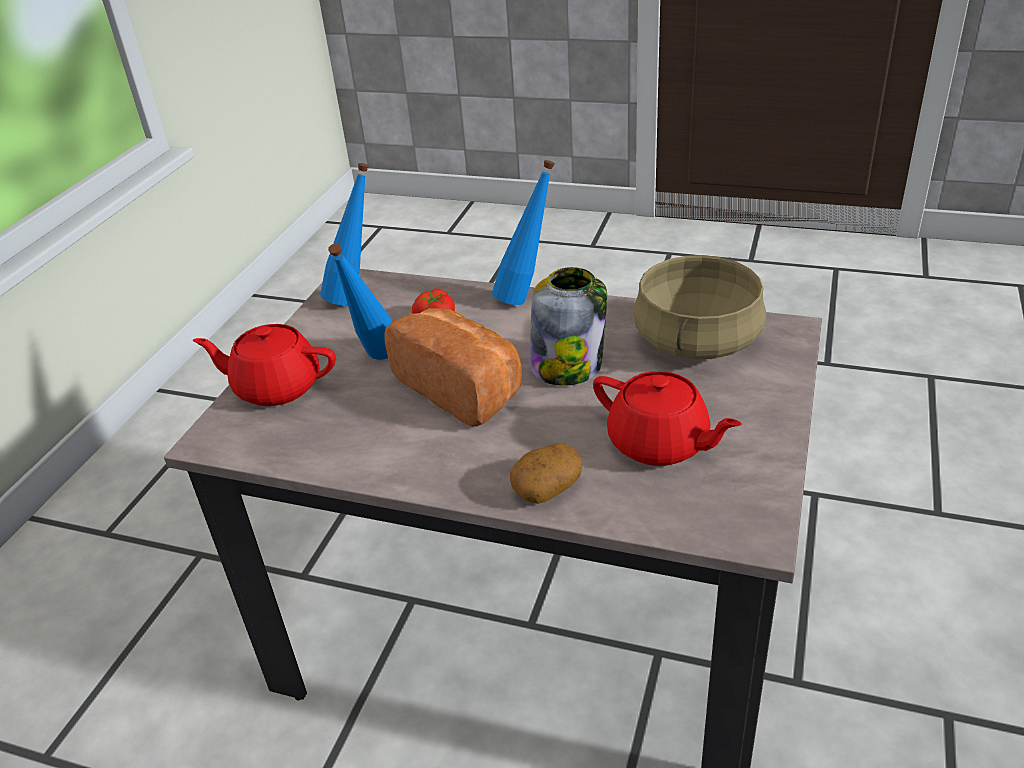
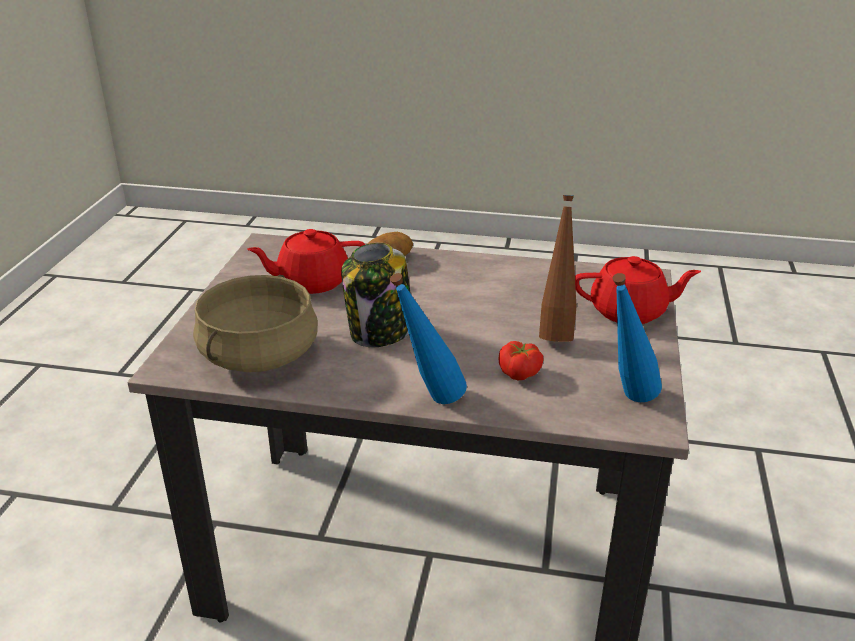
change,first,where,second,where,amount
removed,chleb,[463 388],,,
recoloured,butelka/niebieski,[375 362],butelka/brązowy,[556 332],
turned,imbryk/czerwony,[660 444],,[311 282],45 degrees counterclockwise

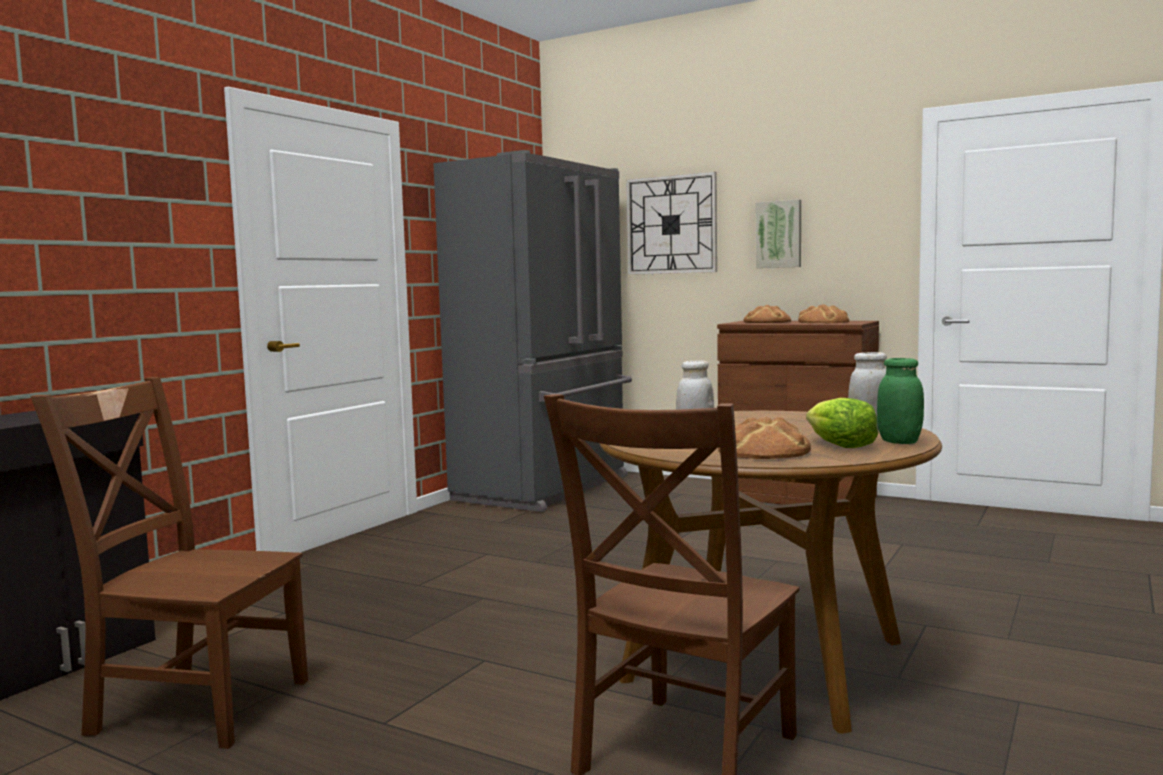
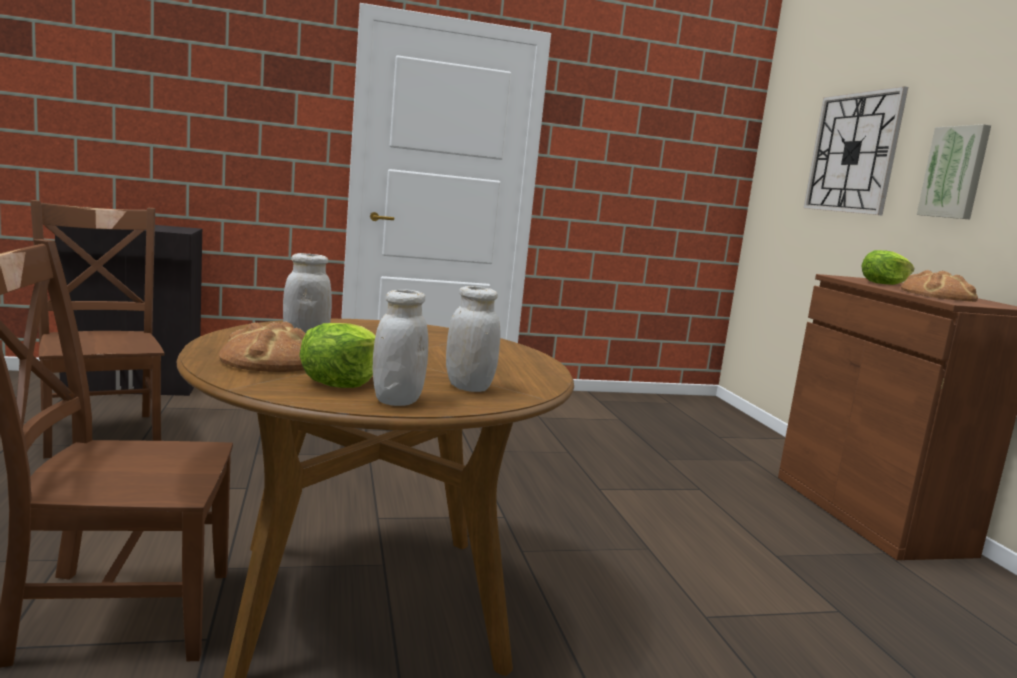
change,first,where,second,where,amount
removed,lodówka/szary,[546 488],,,
replaced,chleb,[767 322],sałata,[884 283],
recoloured,słoik/zielony,[899 442],słoik/biały,[397 400],

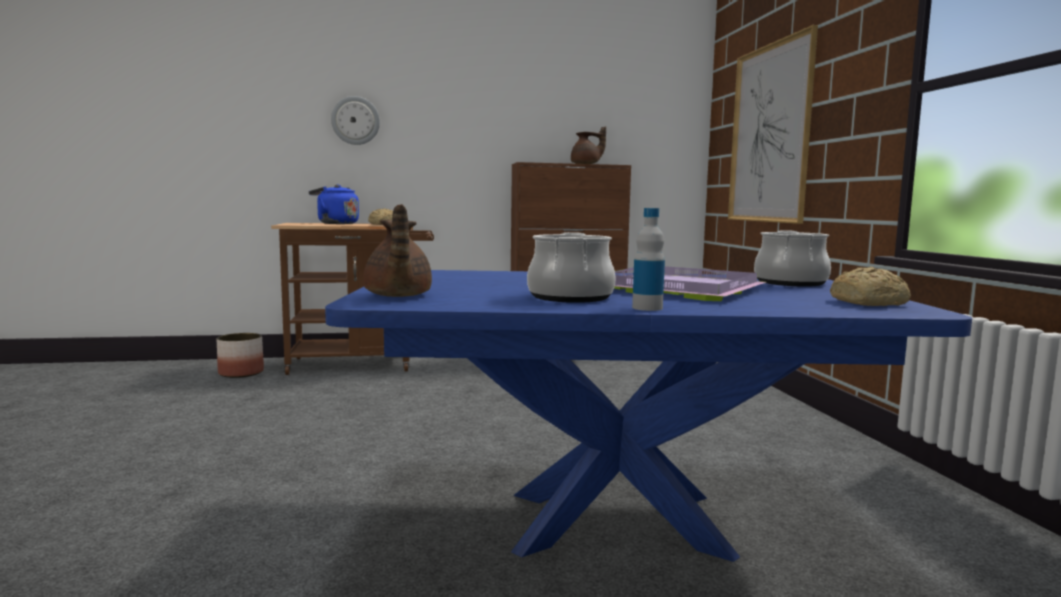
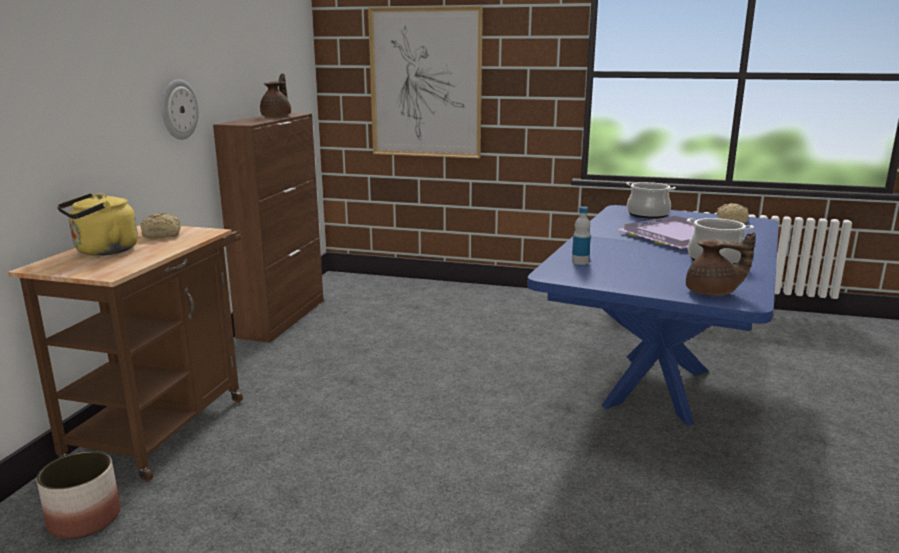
change,first,where,second,where,amount
moved,zegar ścienny,[355 120],,[178 109],
moved,butelka,[647 308],,[580 262],
recoloured,czajnik/niebieski,[335 223],czajnik/żółty,[103 251],

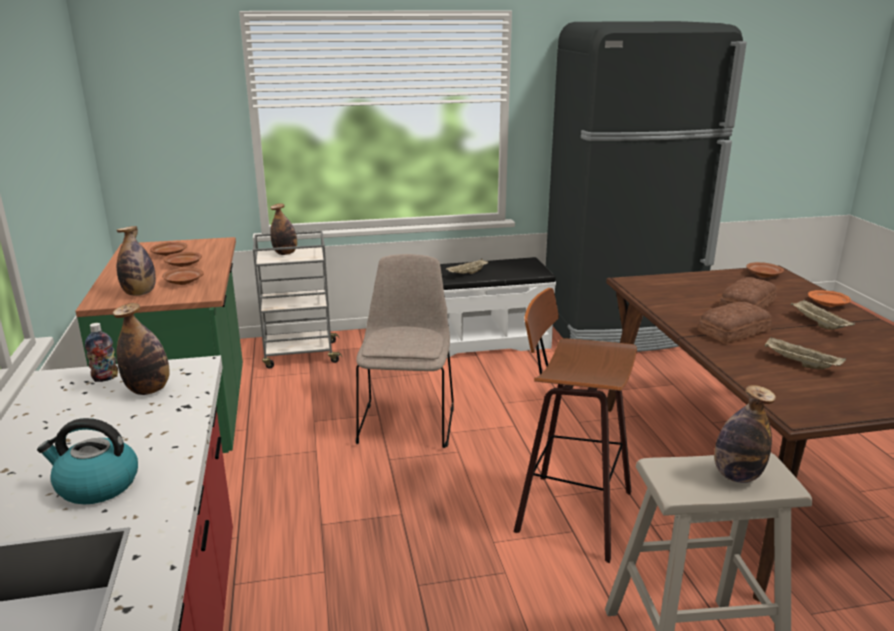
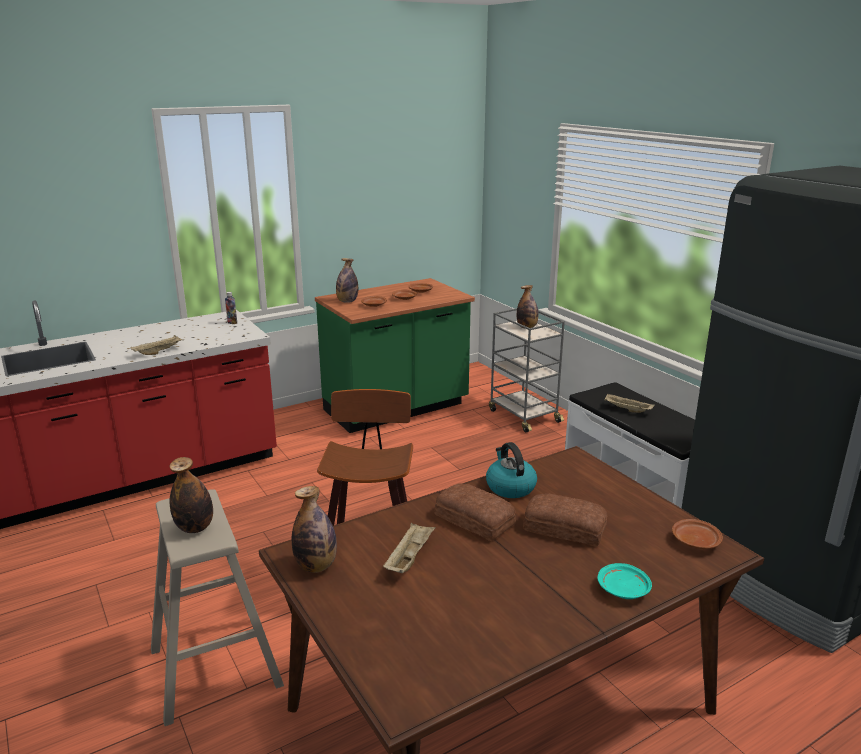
change,first,where,second,where,amount
removed,krzesło/beżowy,[407 422],,,
moved,czajnik,[96 485],,[510 487],
moved,butelka,[148 390],,[316 566],
moved,taca/beżowy,[817 324],,[159 352],
recoloured,talerz/pomarańczowy,[828 304],talerz/turkusowy,[623 589],

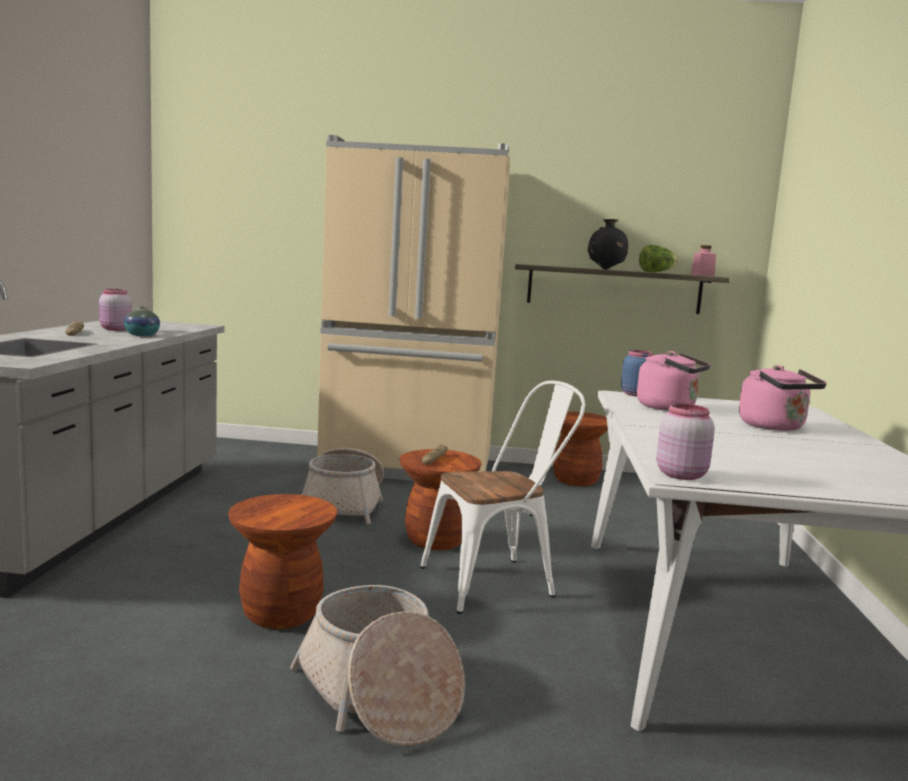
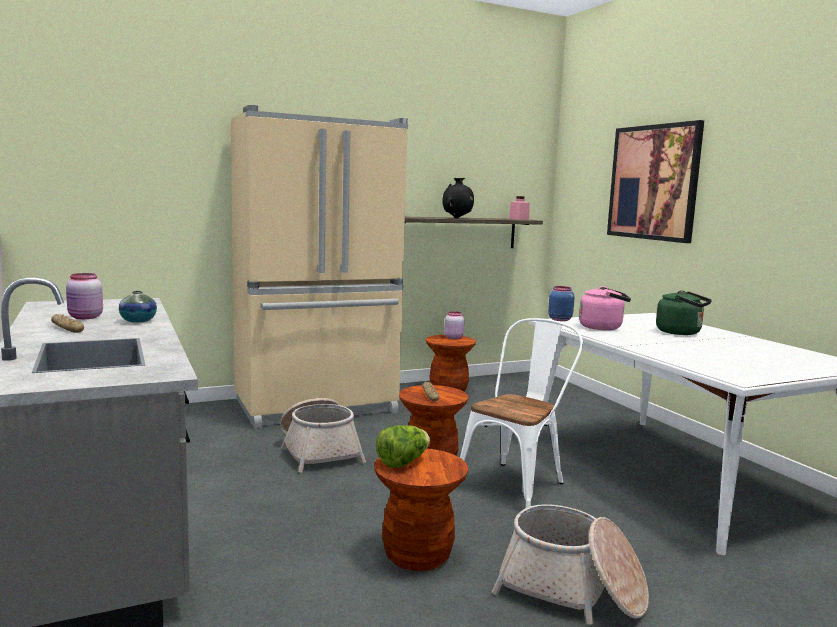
change,first,where,second,where,amount
added,,,obraz,[653 182],
moved,sałata,[656 272],,[403 462],
moved,słoik/różowy,[681 474],,[453 338],
recoloured,czajnik/różowy,[775 427],czajnik/zielony,[681 333],

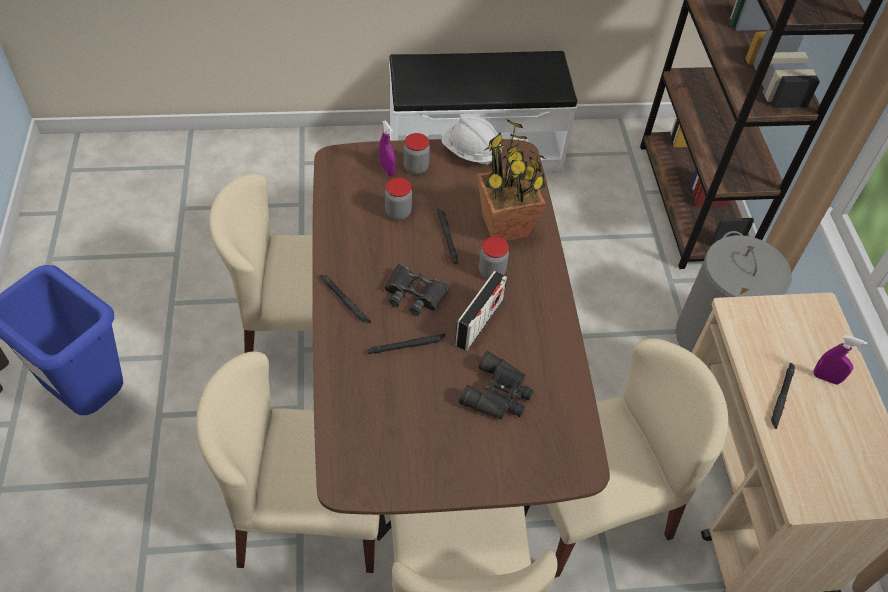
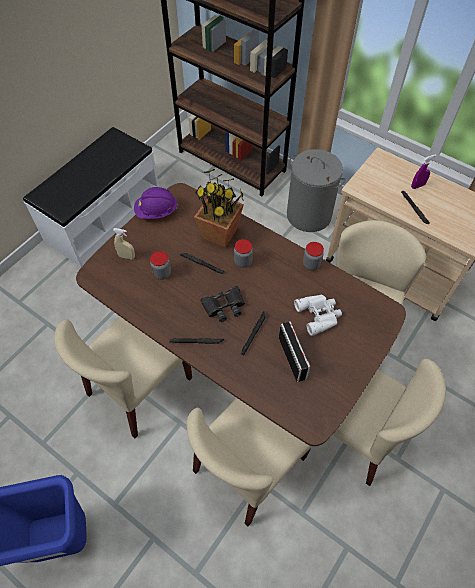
change,first,where,second,where,amount
moved,słoik,[416 167],,[311 264],
moved,radio,[479 323],,[292 358],
recoloured,spryskiwacz/fioletowy,[387 169],spryskiwacz/beżowy,[127 256],
recoloured,kask/biały,[471 153],kask/fioletowy,[156 212],
recoloured,lornetka/czarny,[499 394],lornetka/biały,[319 314],

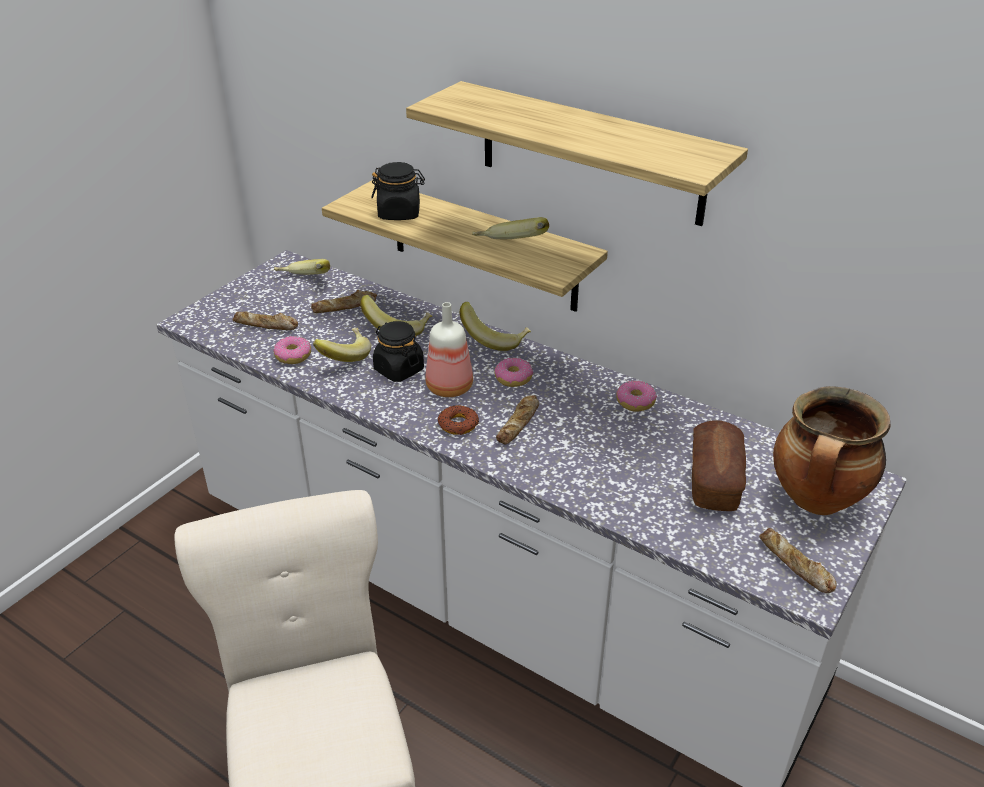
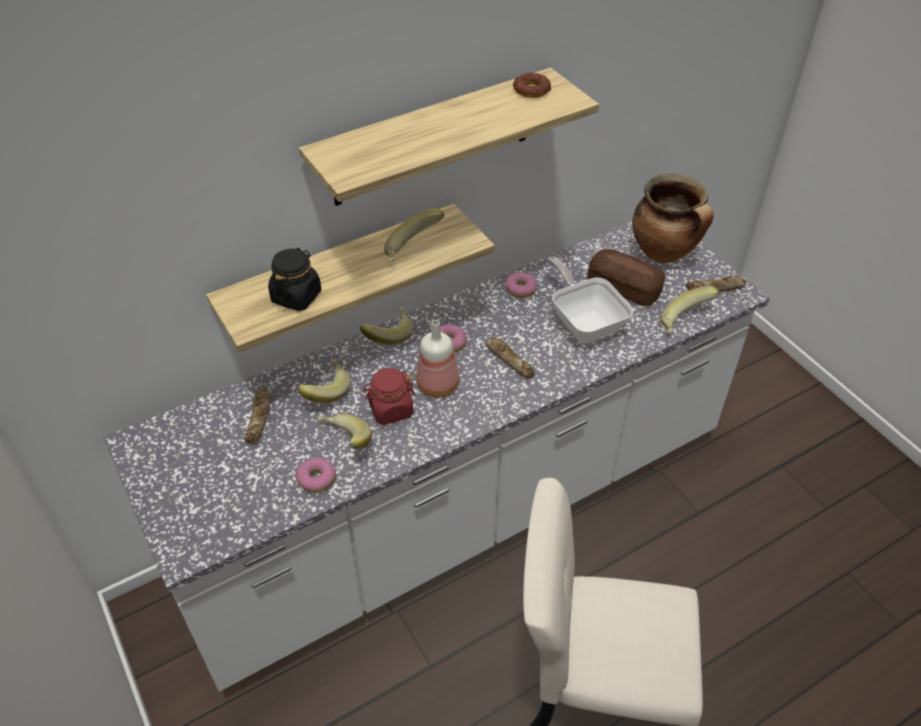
change,first,where,second,where,amount
removed,chleb,[266 325],,,
added,,,patelnia,[584 322],
moved,banan,[303 282],,[686 322],
moved,donut,[458 424],,[531 90],
recoloured,słoik/czarny,[398 369],słoik/czerwony,[390 410],

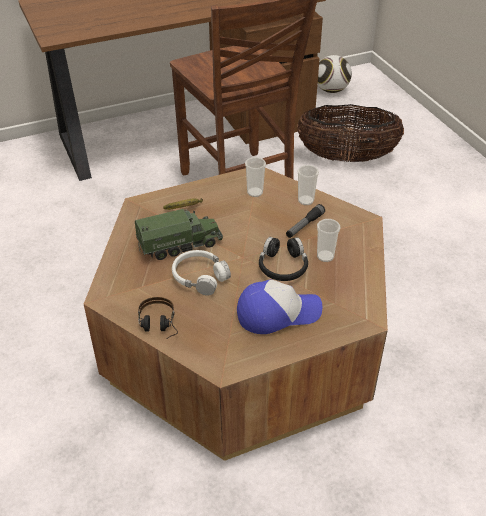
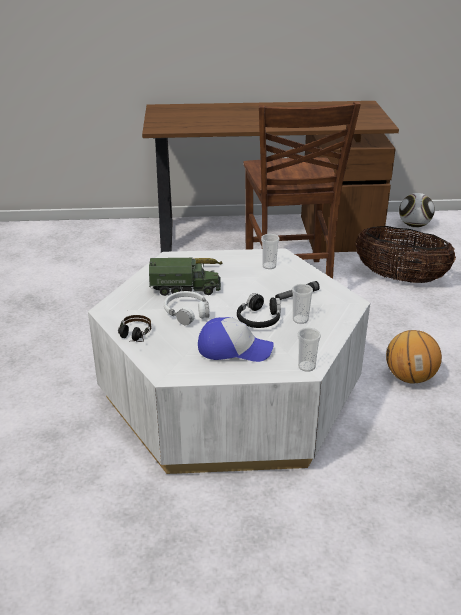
change,first,where,second,where,amount
added,,,piłka do koszykówki,[409 377],
moved,filiżanka,[305 200],,[306 366],
recoloured,ława/brązowy,[242 341],ława/biały,[230 393],

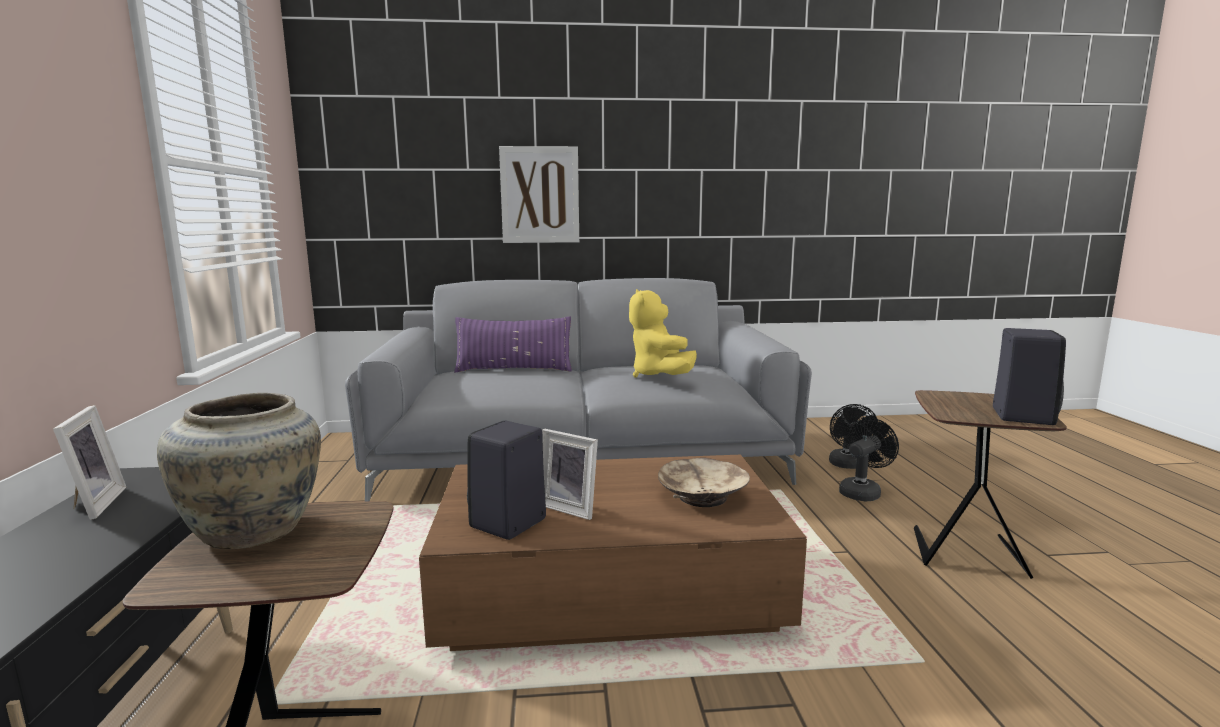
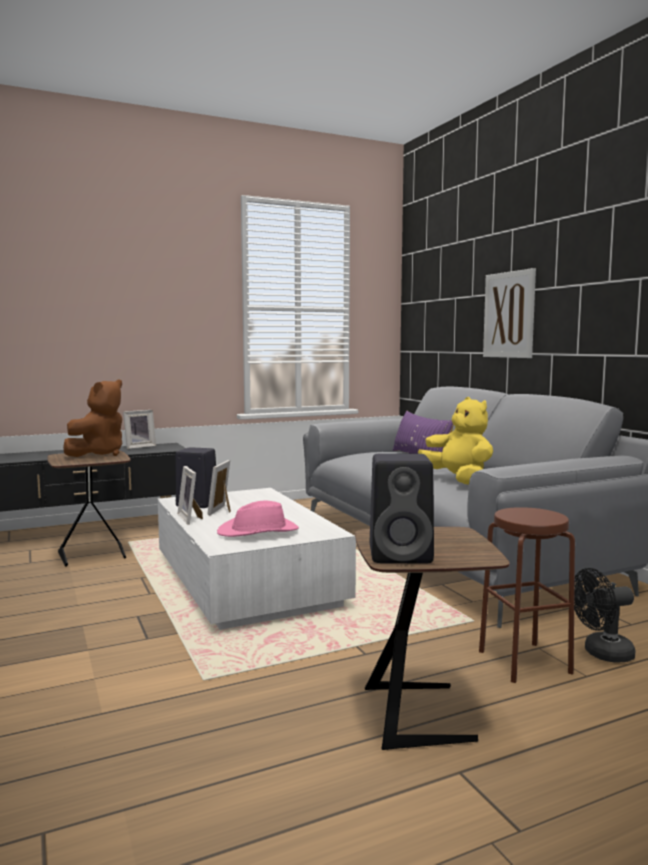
change,first,where,second,where,amount
added,,,ramka na zdjęcie,[191 518],
replaced,wazon/beżowy,[257 531],pluszak/brązowy,[99 454],
replaced,miska/beżowy,[702 496],kapelusz/różowy,[259 531],
replaced,wentylator/czarny,[863 492],stołek/brązowy,[524 661],
recoloured,ława/brązowy,[609 590],ława/biały,[247 582],
turned,pluszak/żółty,[659 375],,[458 481],90 degrees clockwise

